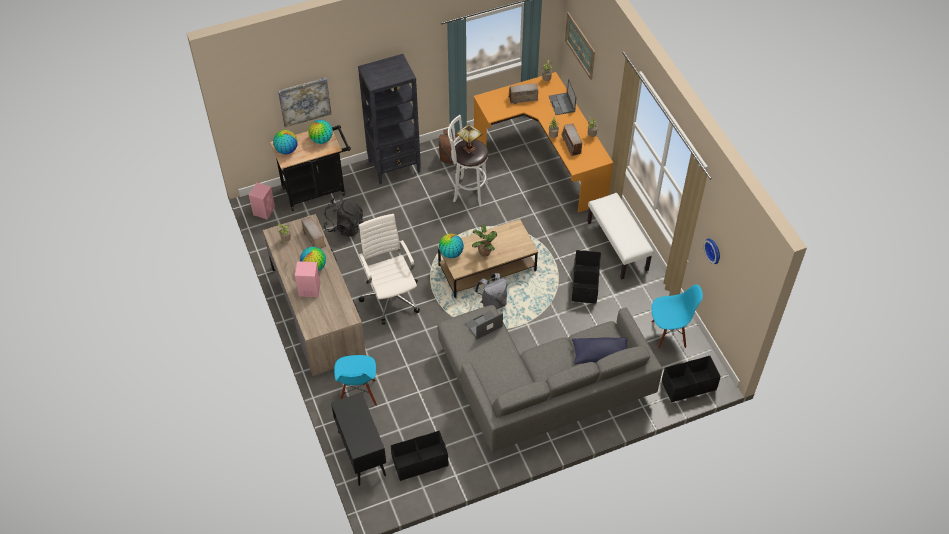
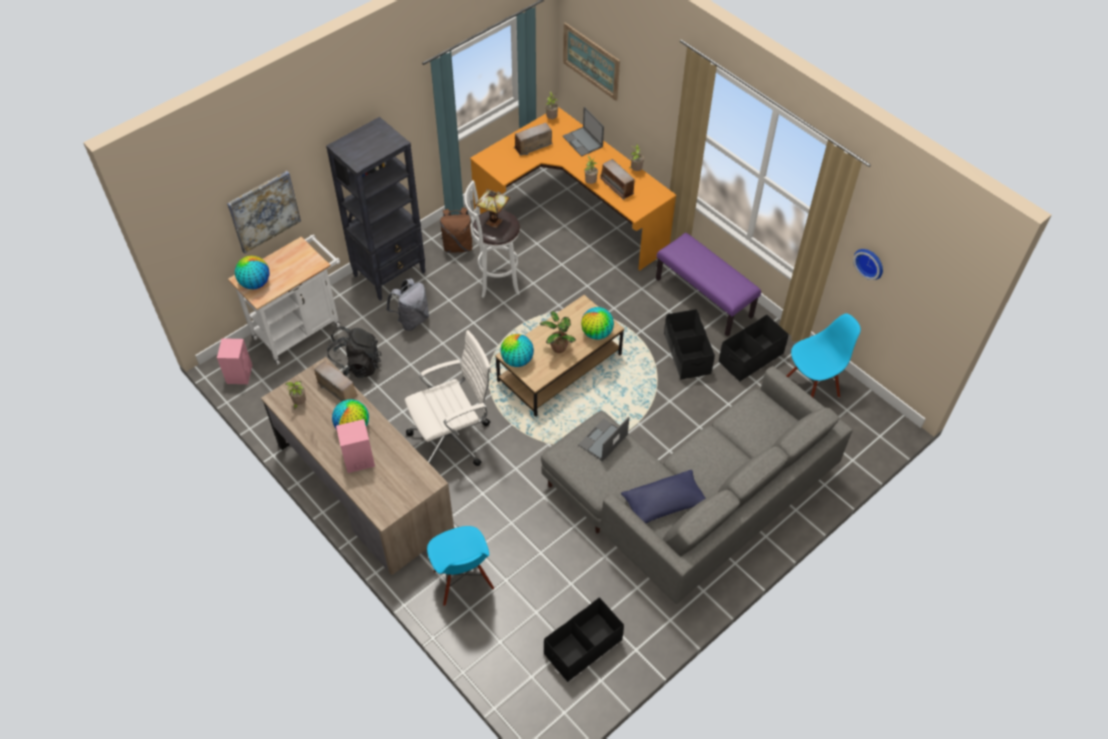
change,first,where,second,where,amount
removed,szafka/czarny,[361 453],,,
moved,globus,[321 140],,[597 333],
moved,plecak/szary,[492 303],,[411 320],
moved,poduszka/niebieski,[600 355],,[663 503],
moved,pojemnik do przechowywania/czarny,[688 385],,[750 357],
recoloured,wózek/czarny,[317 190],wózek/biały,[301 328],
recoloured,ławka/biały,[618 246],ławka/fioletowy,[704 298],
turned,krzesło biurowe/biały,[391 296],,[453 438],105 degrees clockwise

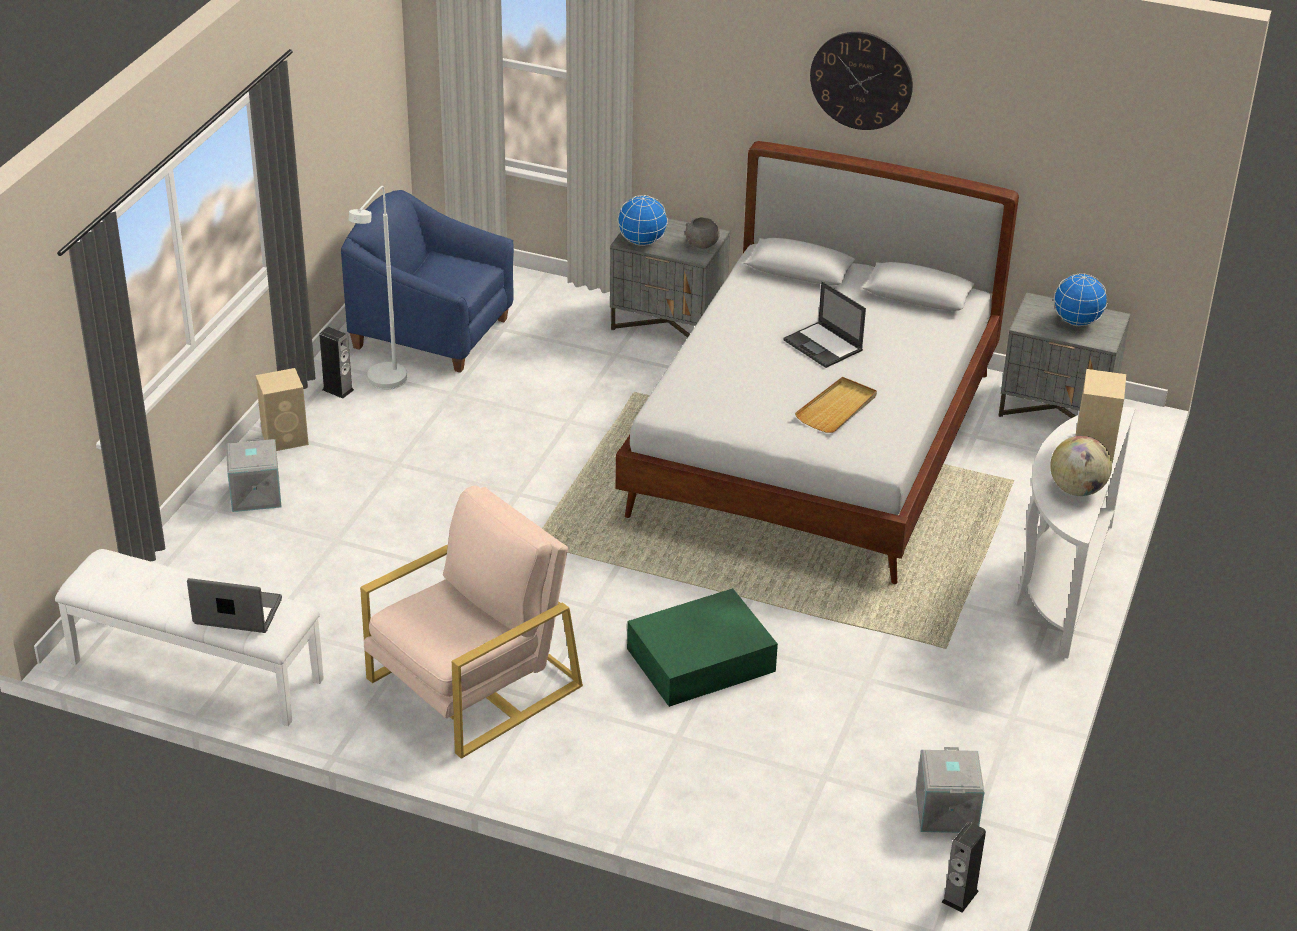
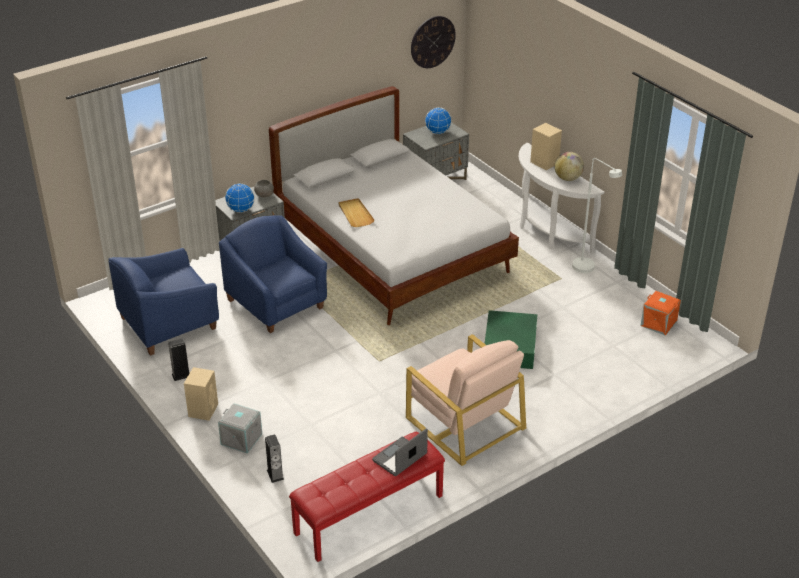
change,first,where,second,where,amount
removed,laptop,[823 345],,,
added,,,fotel/niebieski,[276 304],
moved,lampa stojąca/biały,[384 385],,[588 269],
moved,taca/beżowy,[837 408],,[355 214],
moved,zegar ścienny,[861 80],,[432 42],
moved,głośnik,[960 896],,[275 475],
recoloured,ławka/biały,[195 671],ławka/czerwony,[369 515],
recoloured,pojemnik do przechowywania/szary,[945 811],pojemnik do przechowywania/pomarańczowy,[658 324],
turned,fotel/beżowy,[472 683],,[464 422],150 degrees clockwise

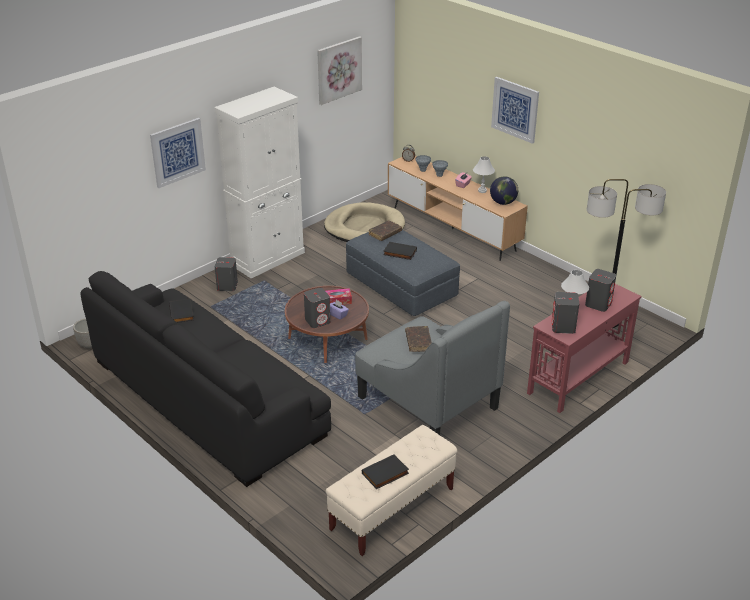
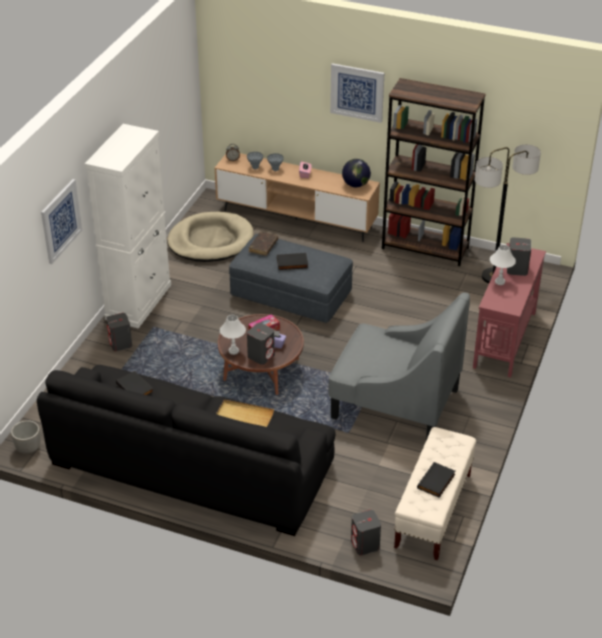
change,first,where,second,where,amount
removed,obraz,[338 70],,,
removed,książka/brązowy,[418 342],,,
added,,,taca/beżowy,[244 416],
added,,,regał/brązowy,[425 248],
moved,lampa stołowa/biały,[482 191],,[233 351],
moved,głośnik/szary,[563 327],,[365 545],

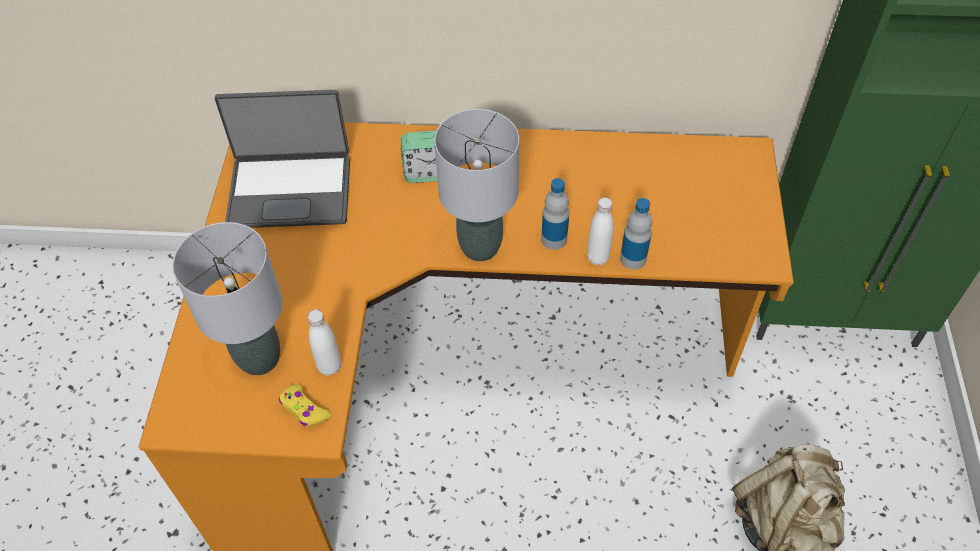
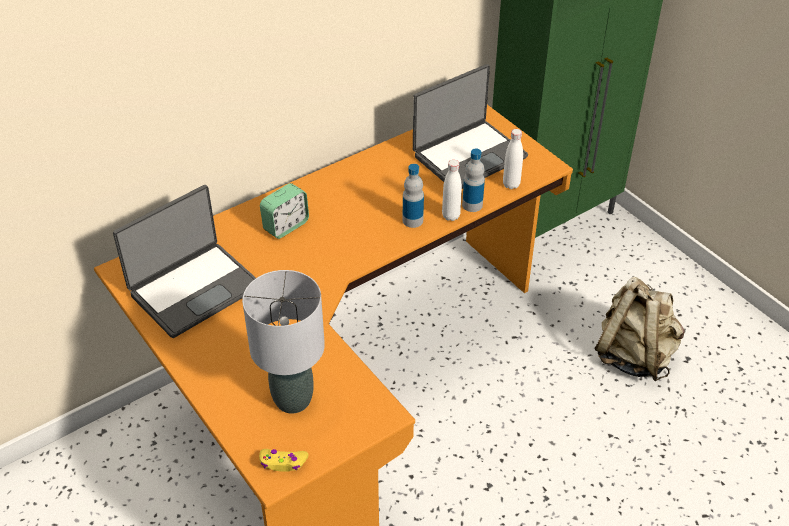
change,first,where,second,where,amount
removed,lampa stołowa/szary,[481 247],,,
added,,,laptop,[468 155],
moved,pad do gier/żółty,[304 410],,[283 463],
moved,butelka/biały,[329 366],,[511 184],

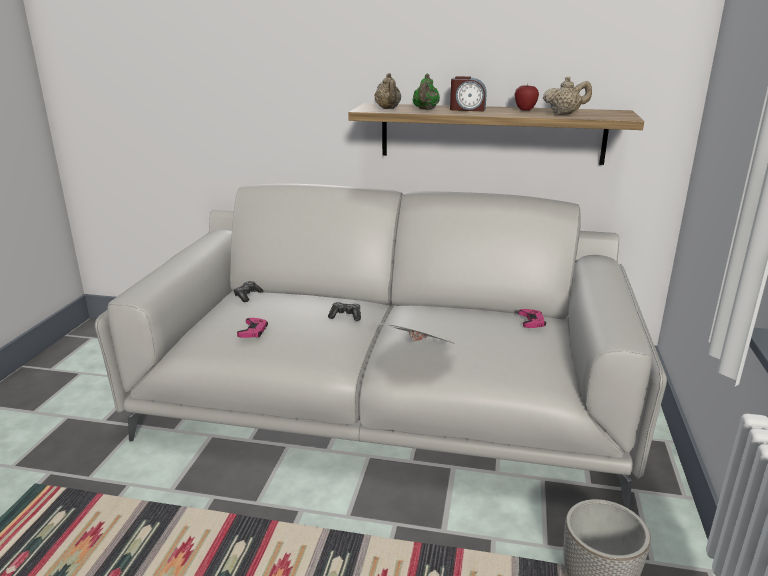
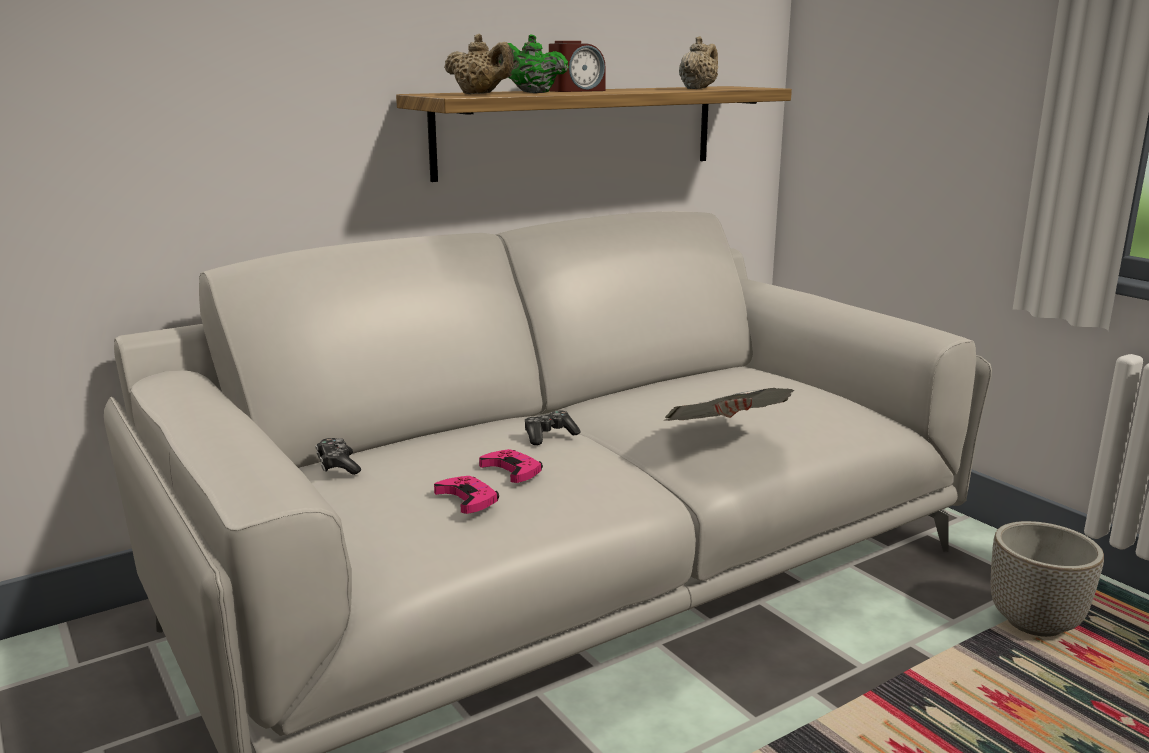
change,first,where,second,where,amount
removed,jabłko,[525 110],,,
moved,pad do gier/różowy,[532 321],,[512 470],
turned,imbryk/zielony,[425 110],,[532 93],150 degrees clockwise

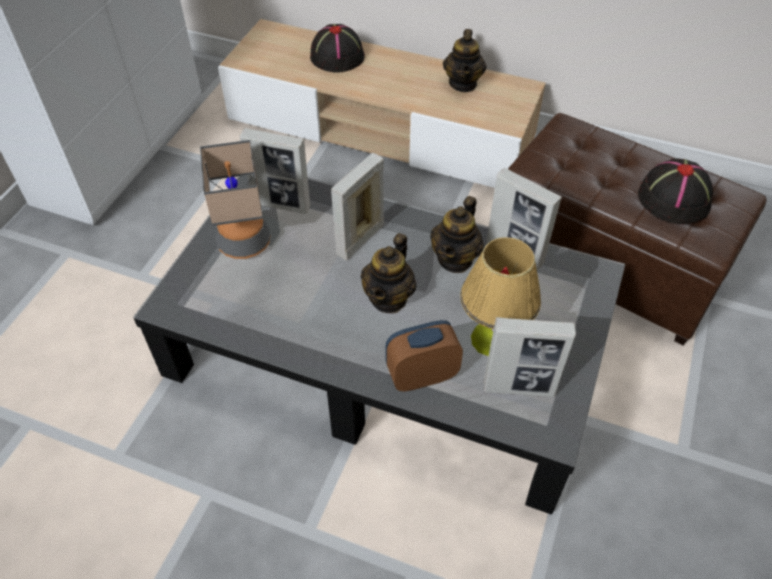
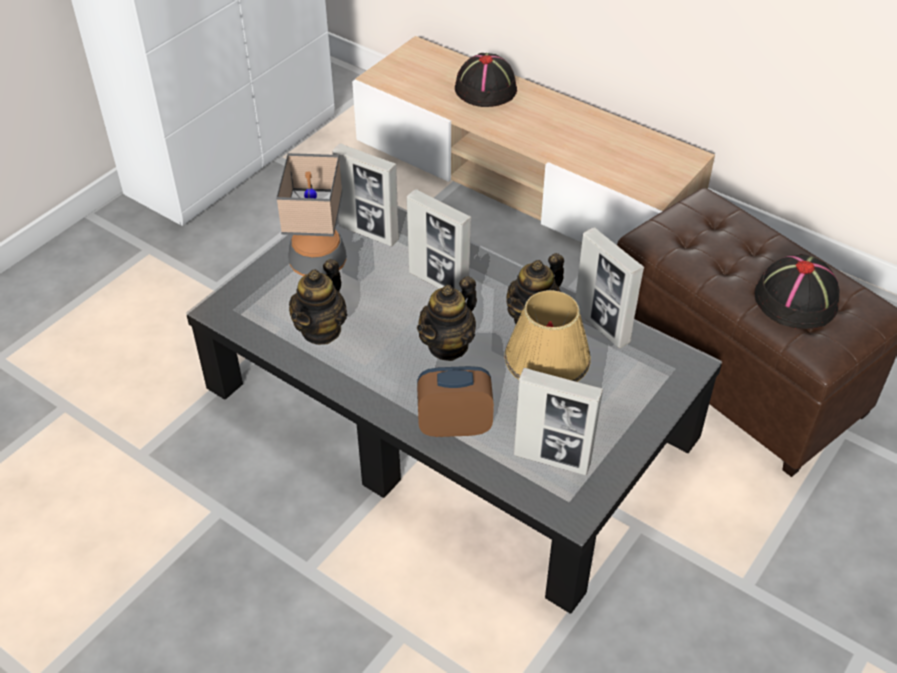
change,first,where,second,where,amount
moved,imbryk,[463 83],,[321 330],
turned,ramka na zdjęcie,[360 240],,[439 283],105 degrees counterclockwise

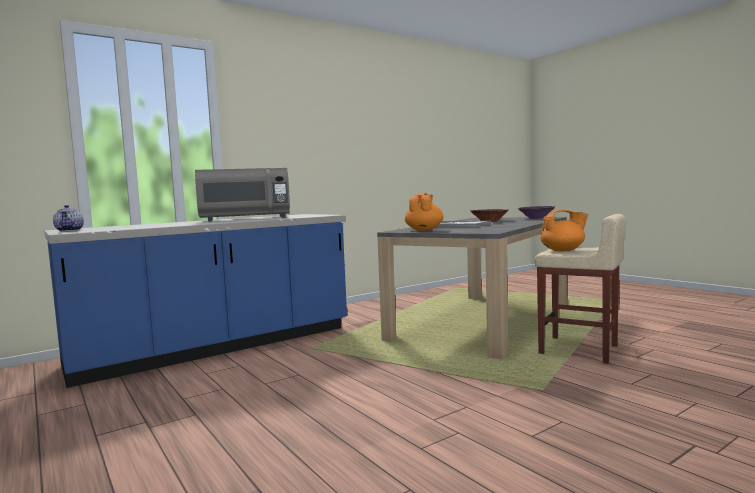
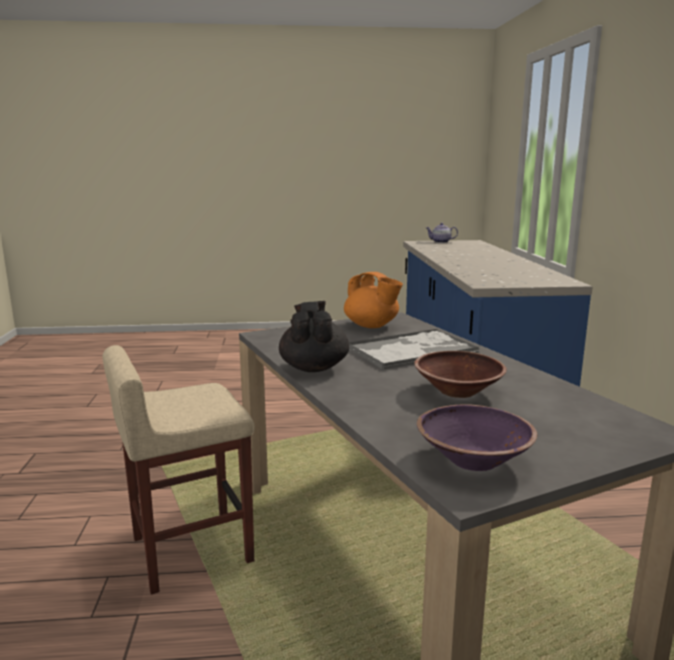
change,first,where,second,where,amount
removed,mikrofalówka/szary,[245 219],,,
removed,imbryk/pomarańczowy,[563 250],,,
added,,,imbryk/czarny,[314 367],

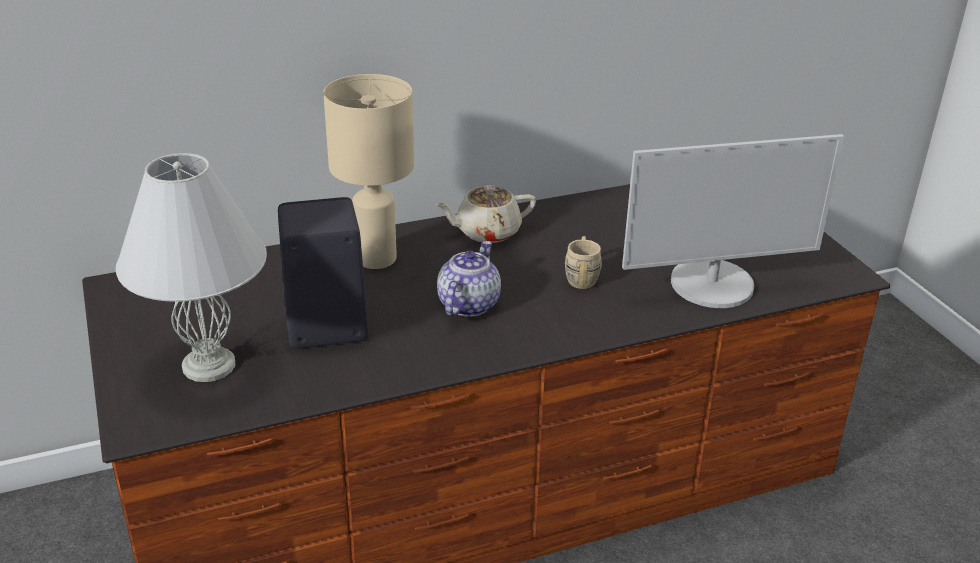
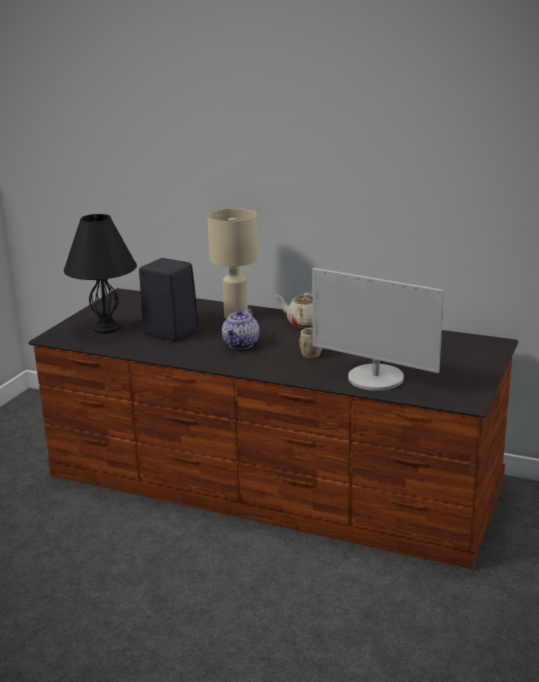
change,first,where,second,where,amount
recoloured,lampa stołowa/biały,[207 365],lampa stołowa/czarny,[106 328],
turned,imbryk,[468 304],,[241 344],135 degrees clockwise

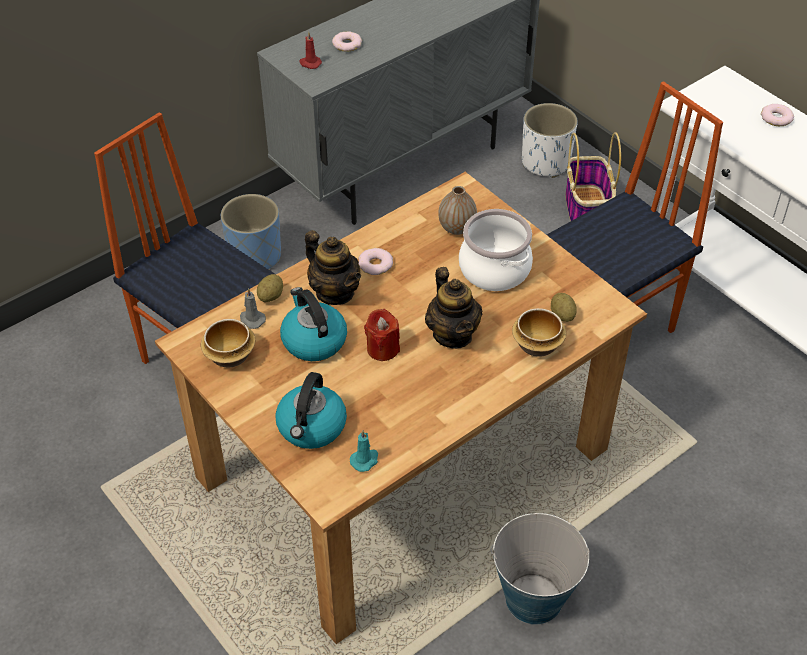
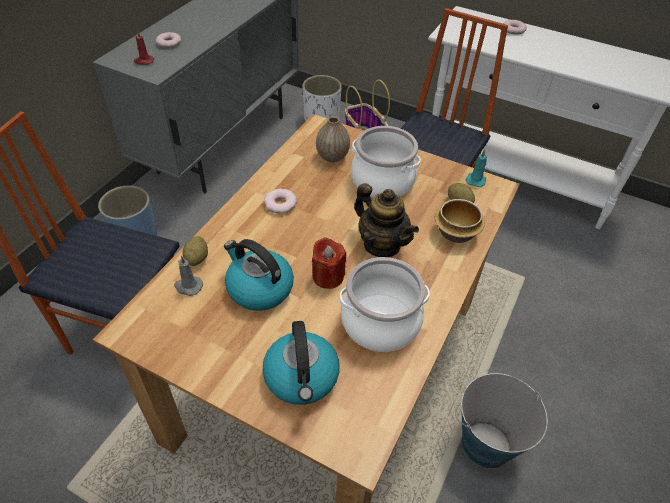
change,first,where,second,where,amount
removed,miska,[230 356],,,
removed,imbryk,[335 292],,,
added,,,garnek,[380 323],
moved,świeca/turkusowy,[365 460],,[476 180],

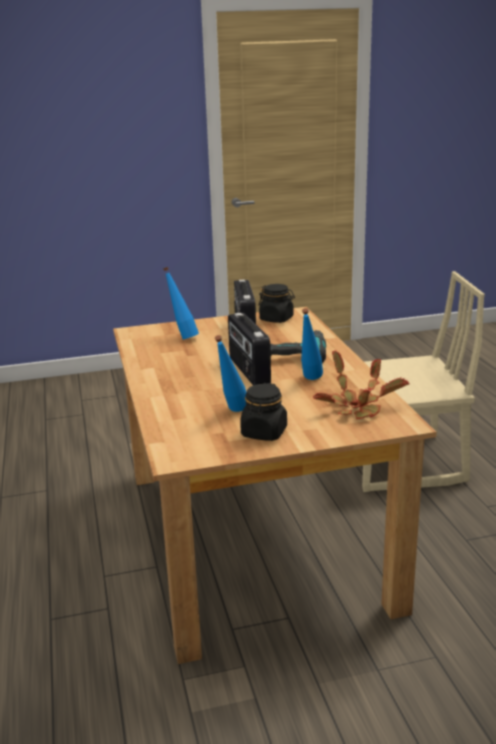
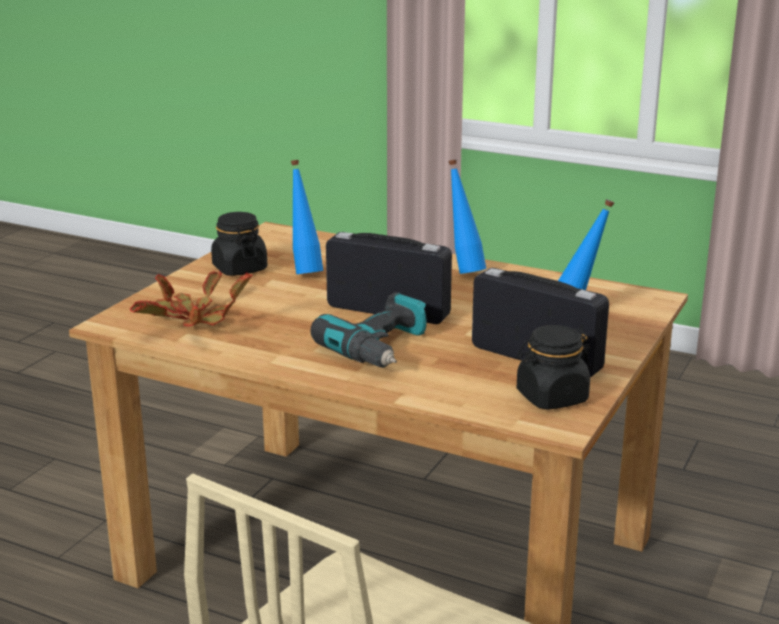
change,first,where,second,where,amount
moved,butelka/niebieski,[310 381],,[463 270],

